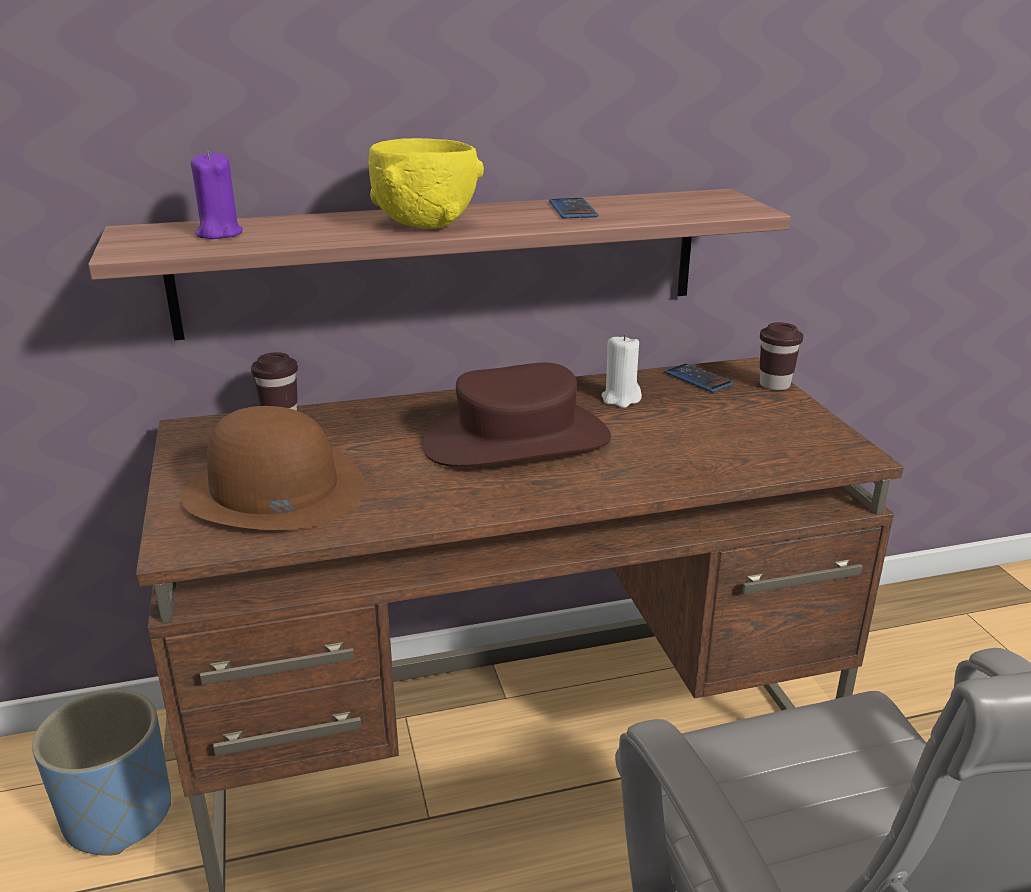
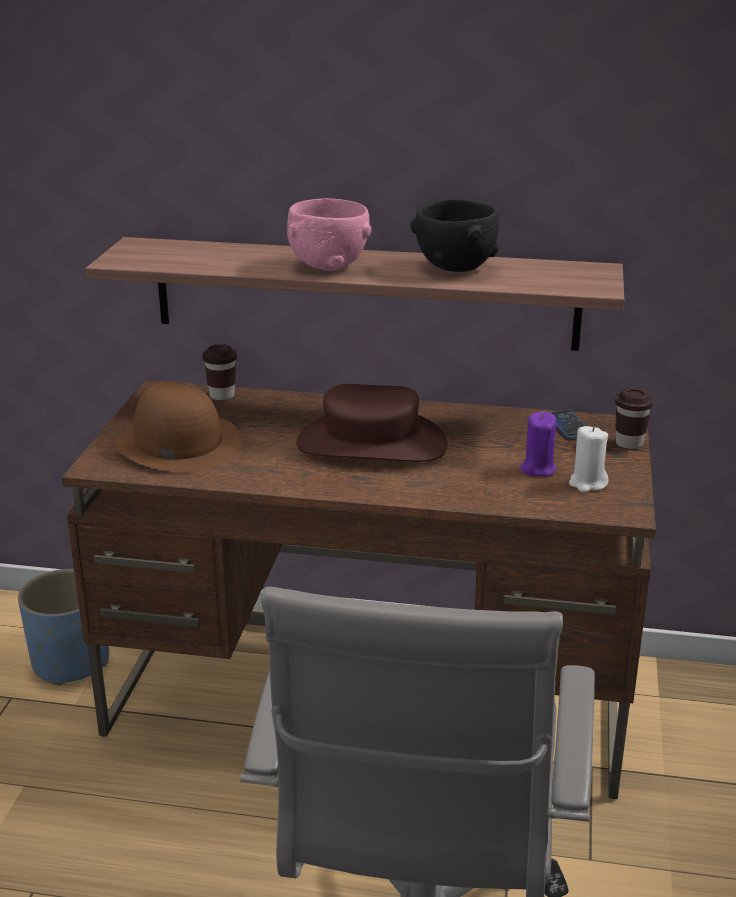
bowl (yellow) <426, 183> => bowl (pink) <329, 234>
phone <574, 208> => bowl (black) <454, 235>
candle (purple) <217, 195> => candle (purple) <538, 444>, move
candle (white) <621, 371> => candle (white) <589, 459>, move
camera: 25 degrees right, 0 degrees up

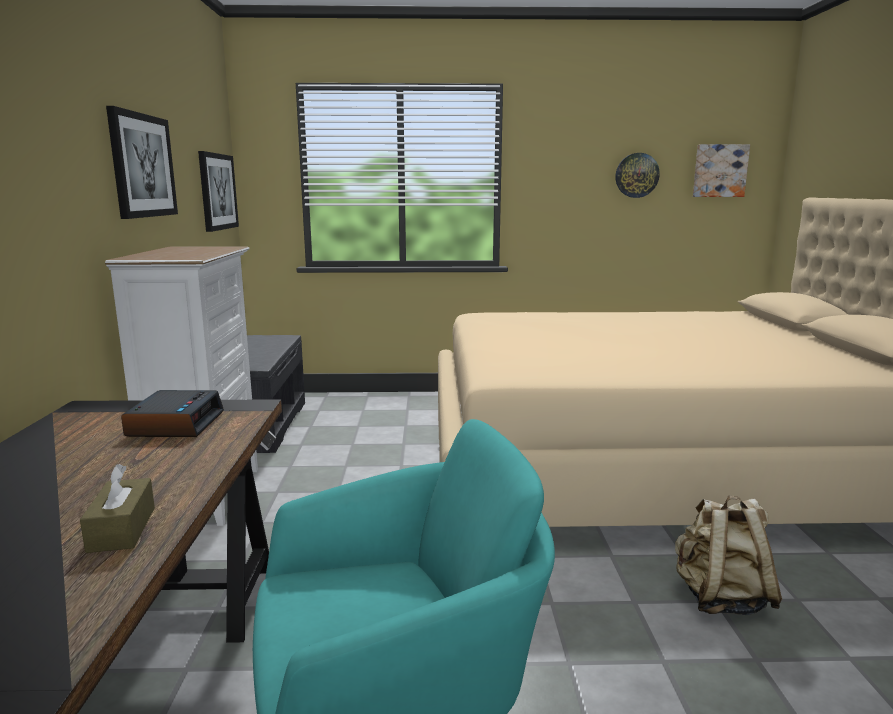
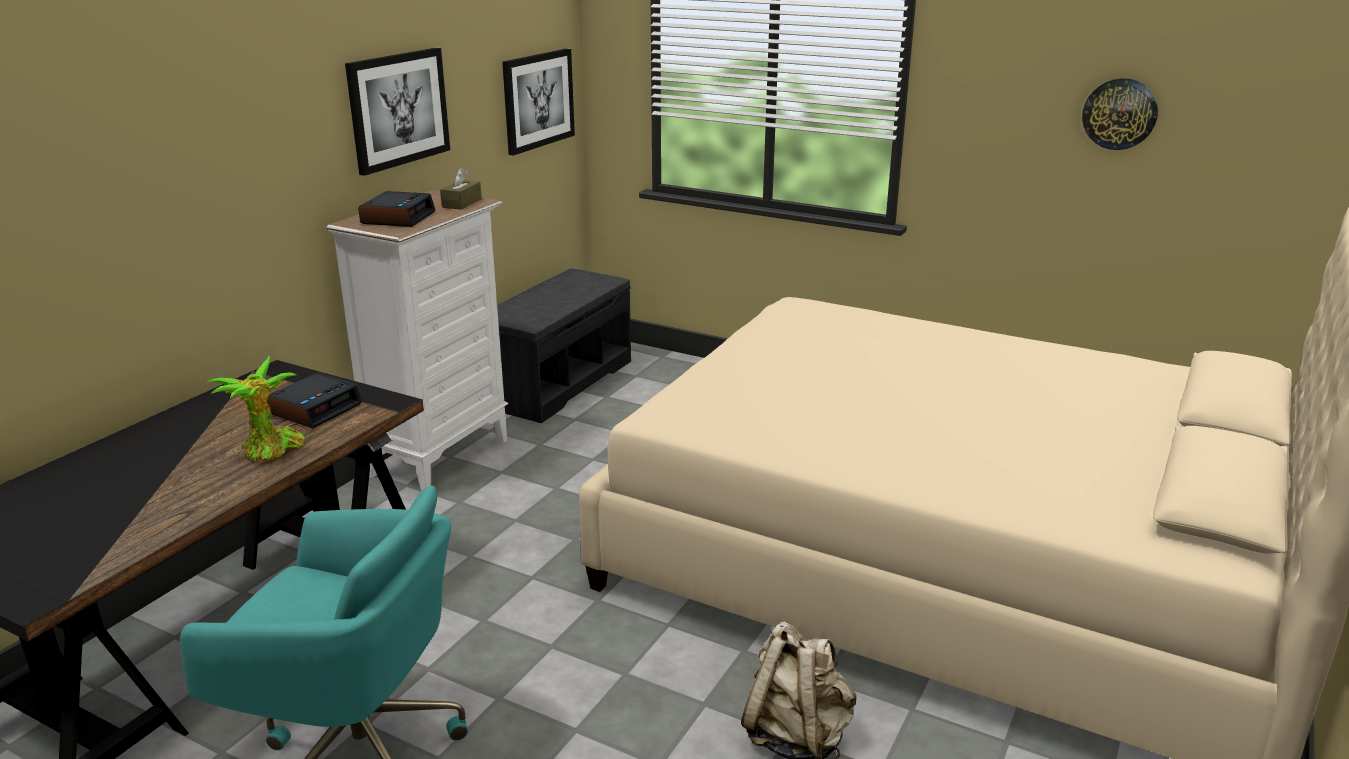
nothing => potted plant <255, 409>
nothing => alarm clock <396, 209>
tissue box (brown) <117, 508> => tissue box (brown) <461, 189>, move
picture <721, 170> => nothing
camera: 30 degrees right, 10 degrees up

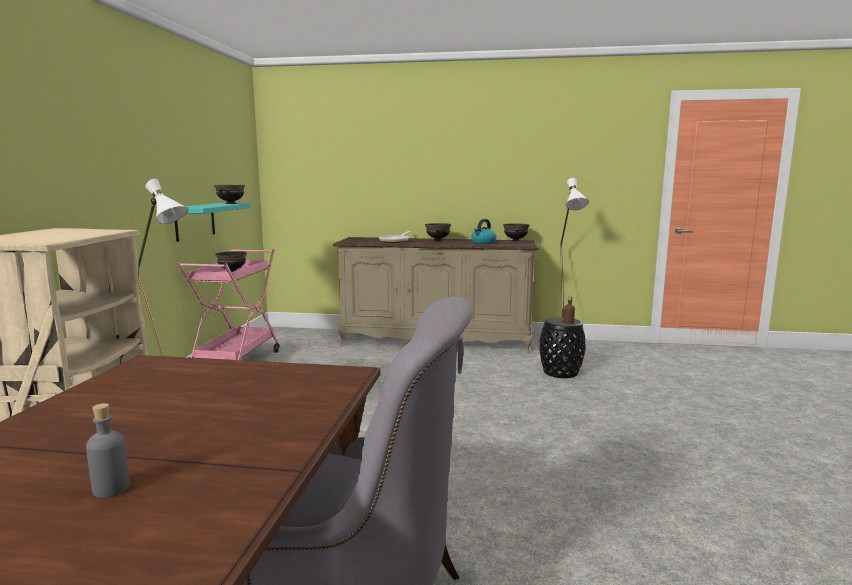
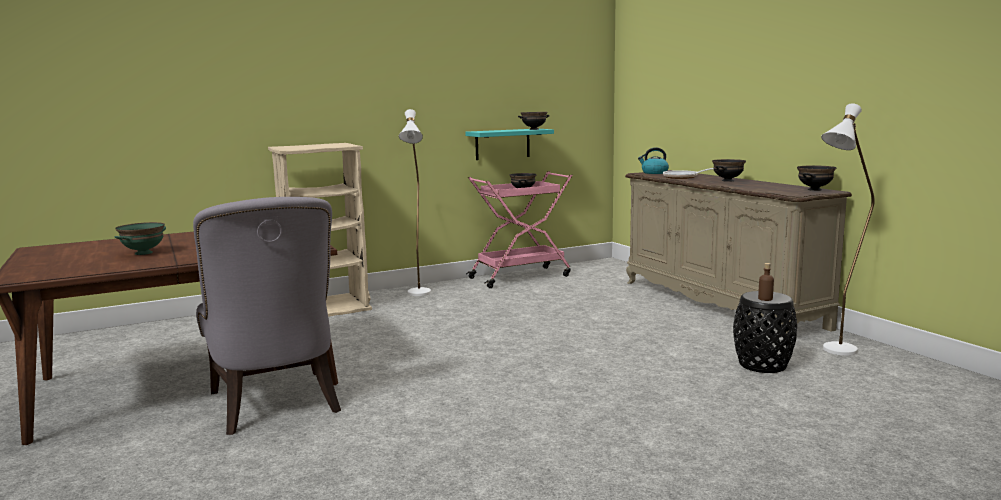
bottle (grey) <108, 450> => bowl (green) <140, 238>
kettle <484, 231> => kettle <653, 160>, move
camera: 55 degrees right, 0 degrees up

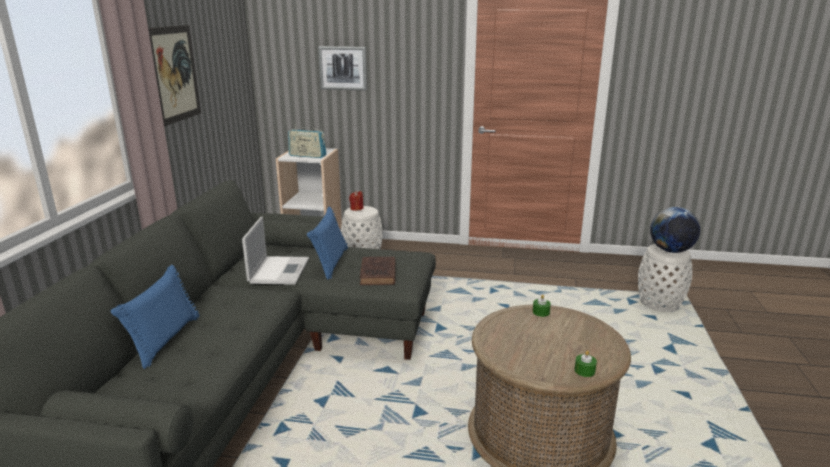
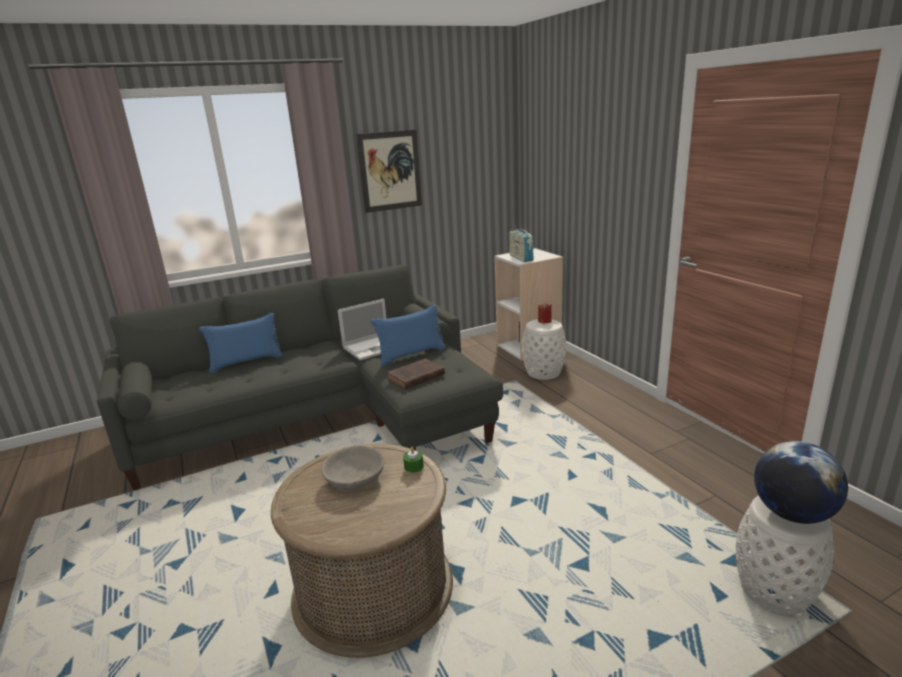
nothing => bowl (grey) <352, 468>
picture <342, 68> => nothing
candle (green) <586, 364> => nothing
camera: 55 degrees right, 0 degrees up

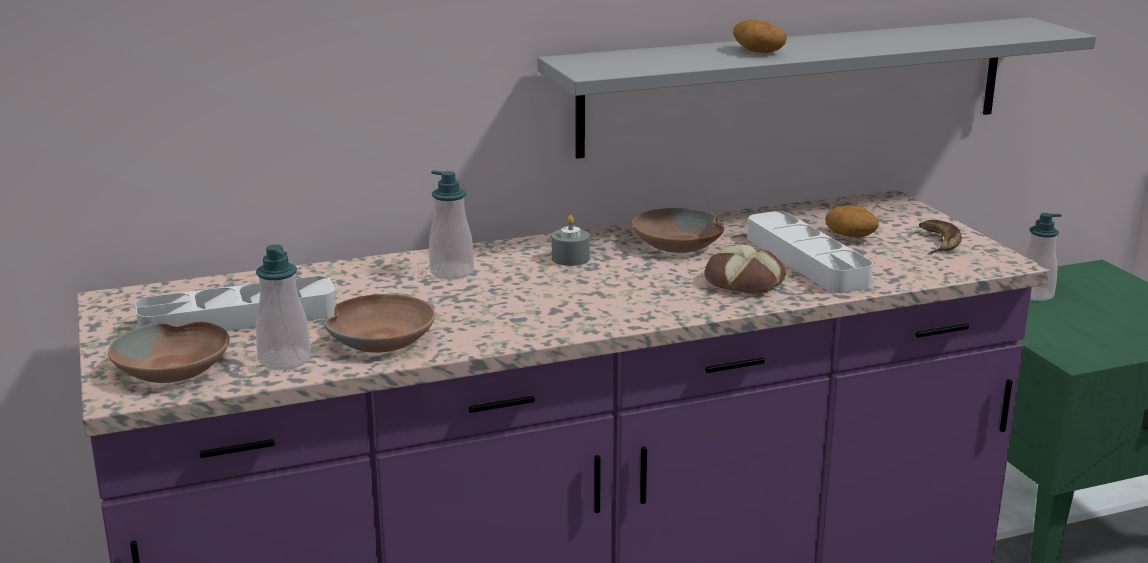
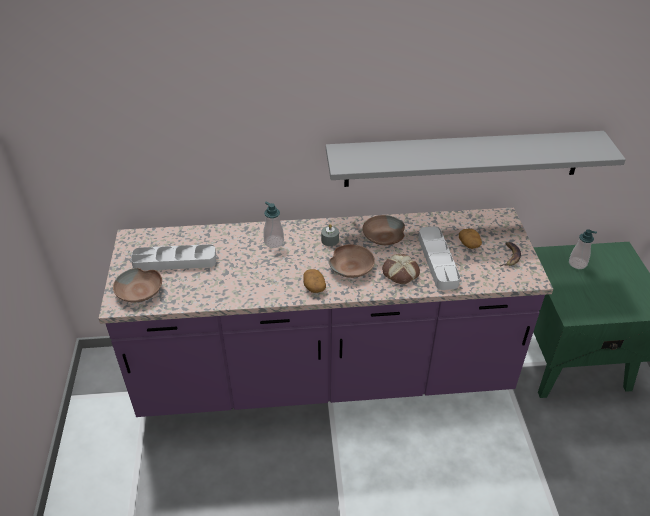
potato <760, 36> => potato <314, 281>, move
bowl (brown) <379, 323> => bowl (brown) <351, 261>, move
soap dispenser <283, 307> => nothing
camera: 15 degrees right, 20 degrees up

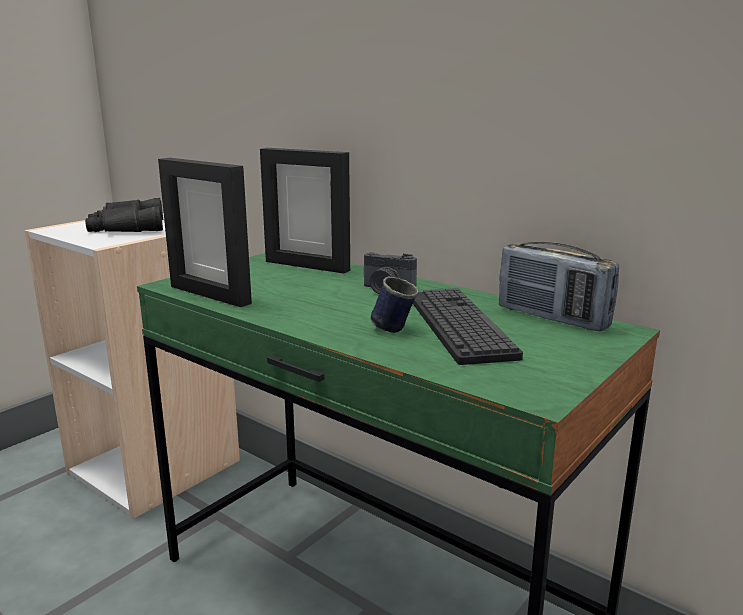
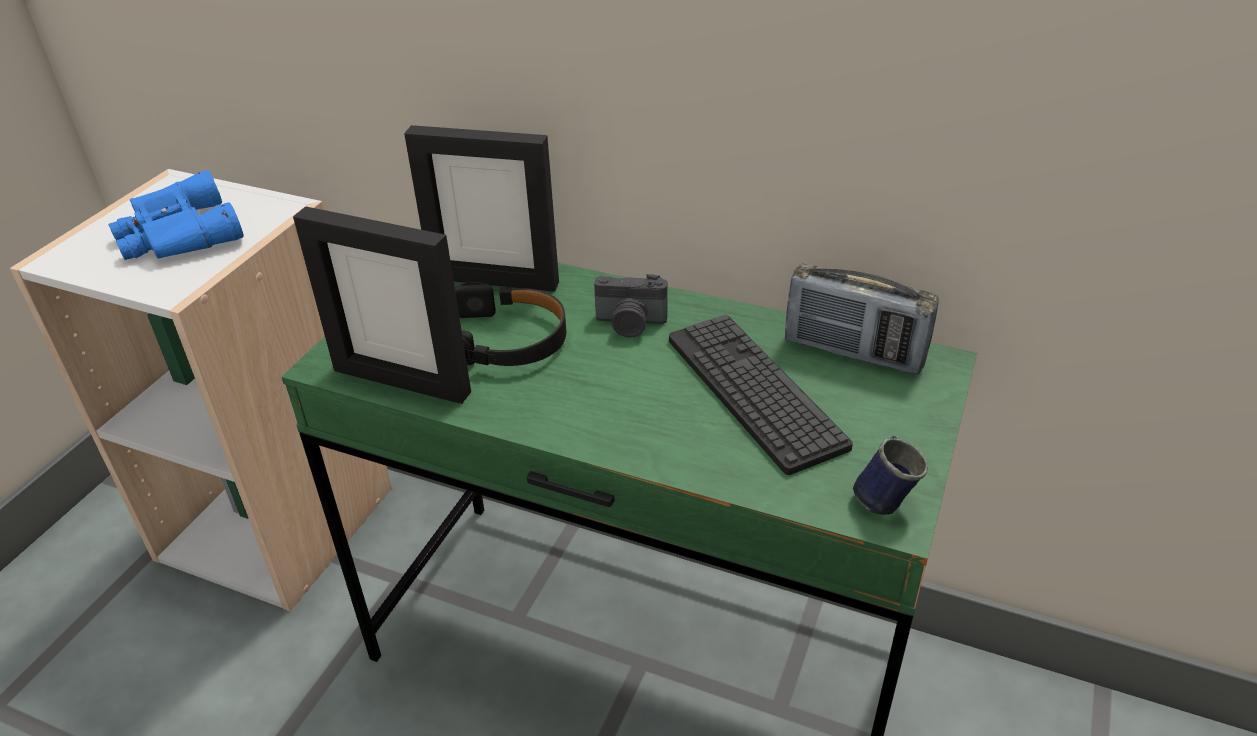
binoculars (black) <124, 215> => binoculars (blue) <176, 215>
nothing => headphones (black) <510, 324>
mug (blue) <394, 305> => mug (blue) <890, 475>, move
camera: 15 degrees left, 20 degrees up

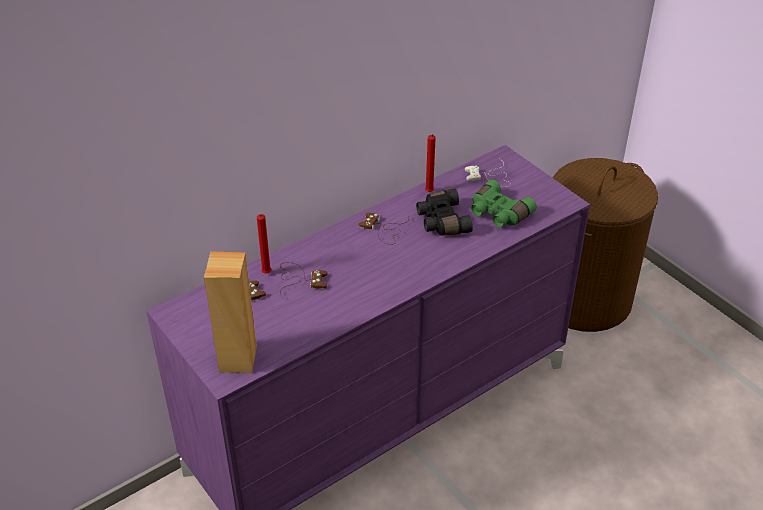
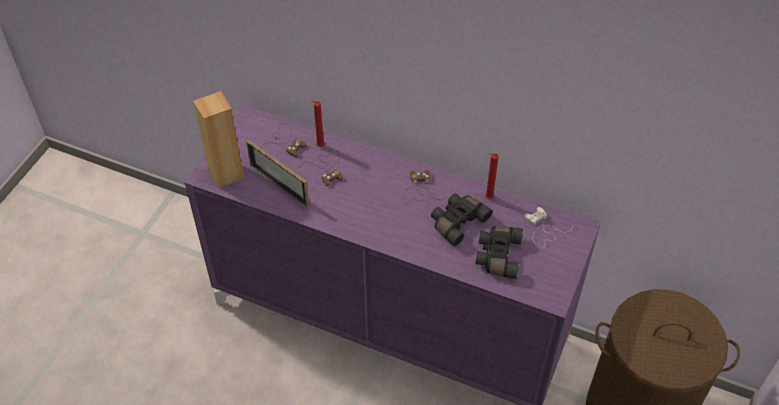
nothing => picture frame <277, 173>
binoculars (green) <504, 203> => binoculars (black) <499, 252>
camera: 60 degrees right, 10 degrees up

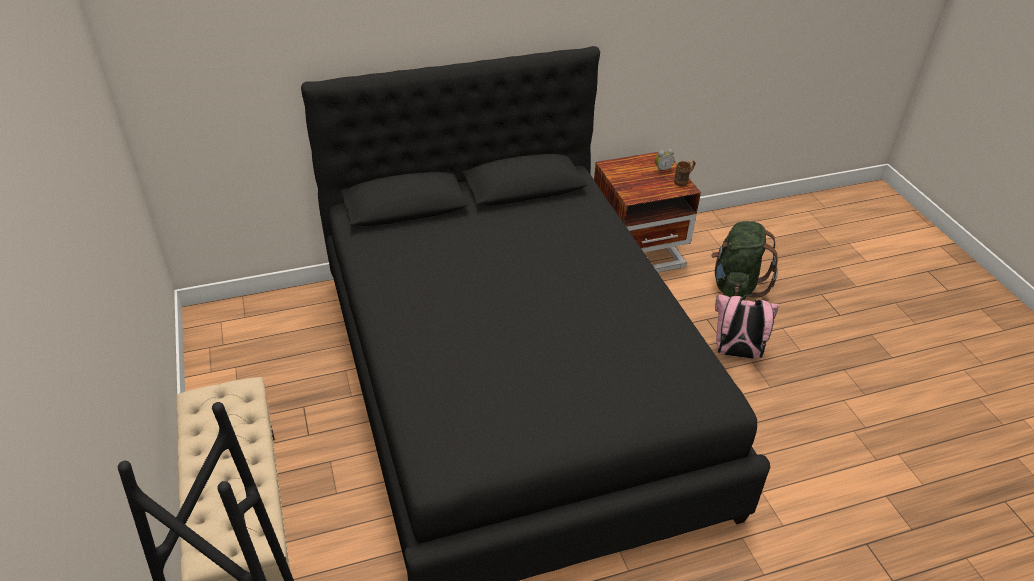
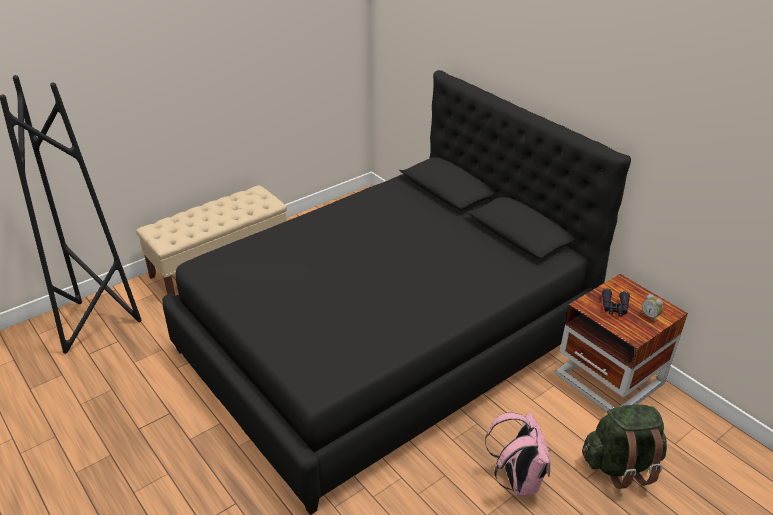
nothing => binoculars (black) <616, 302>
mug (brown) <685, 173> => nothing
camera: 70 degrees right, 5 degrees down

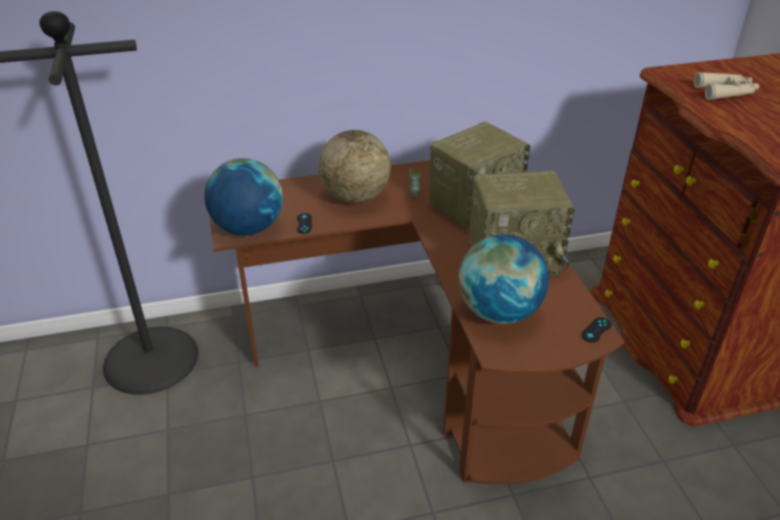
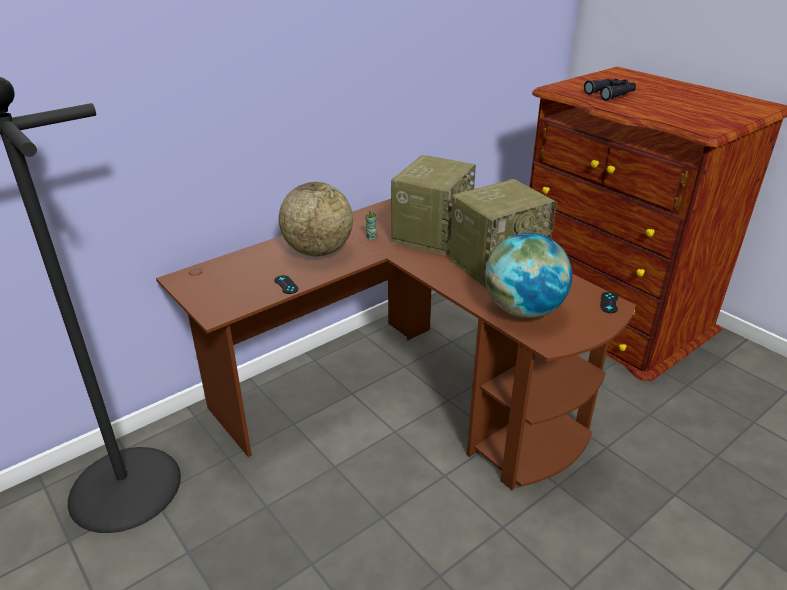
binoculars (beige) <726, 86> => binoculars (black) <610, 89>
globe <243, 196> => nothing
camera: 25 degrees left, 5 degrees down

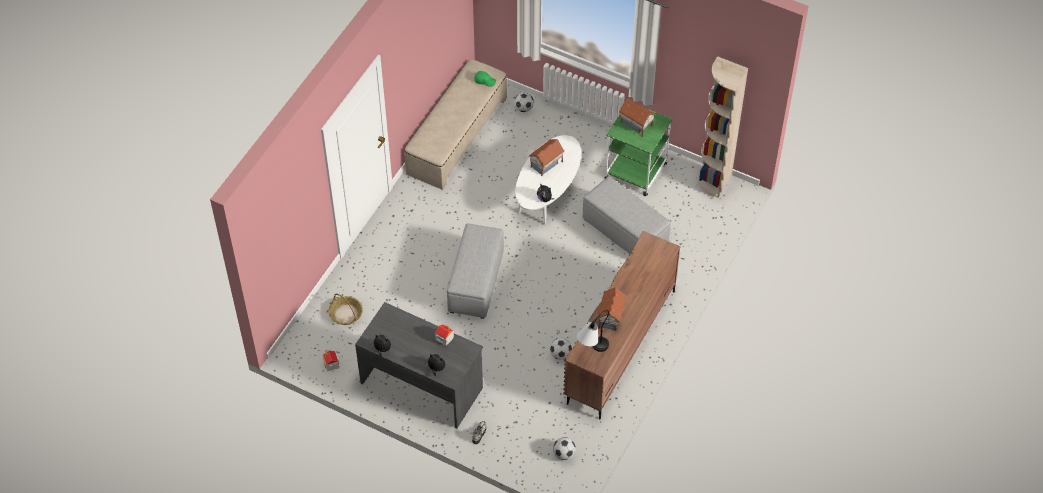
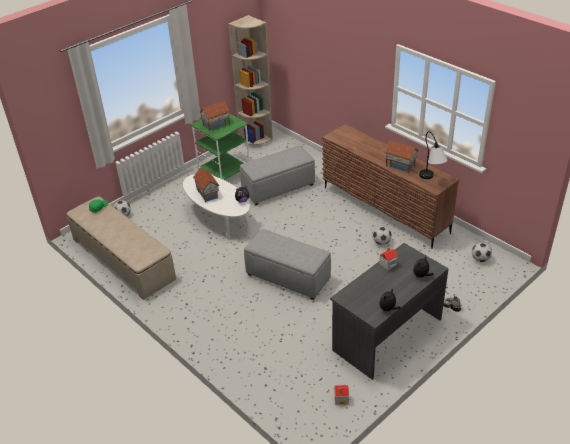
basket <345, 309> => nothing
camera: 70 degrees left, 15 degrees down

